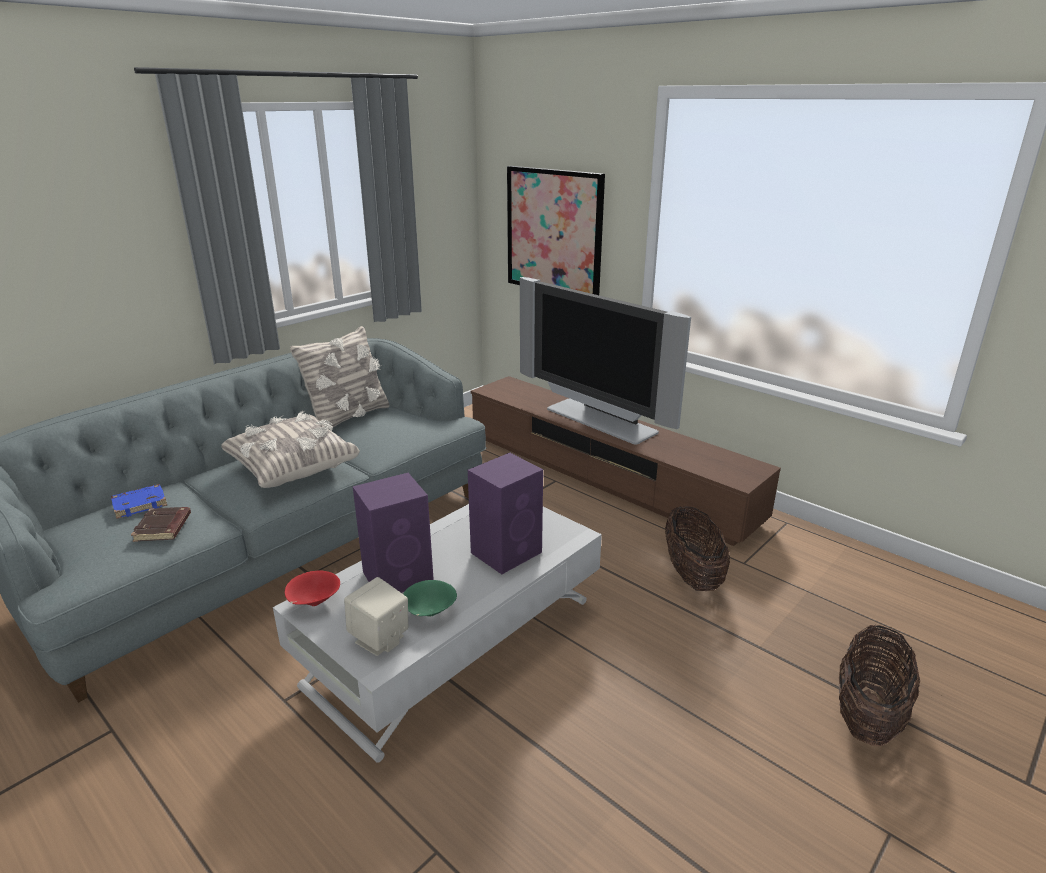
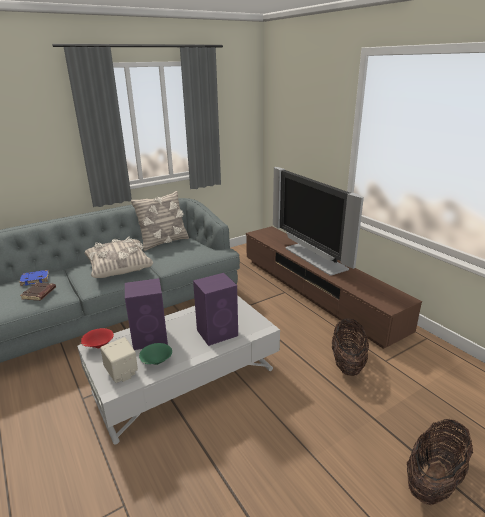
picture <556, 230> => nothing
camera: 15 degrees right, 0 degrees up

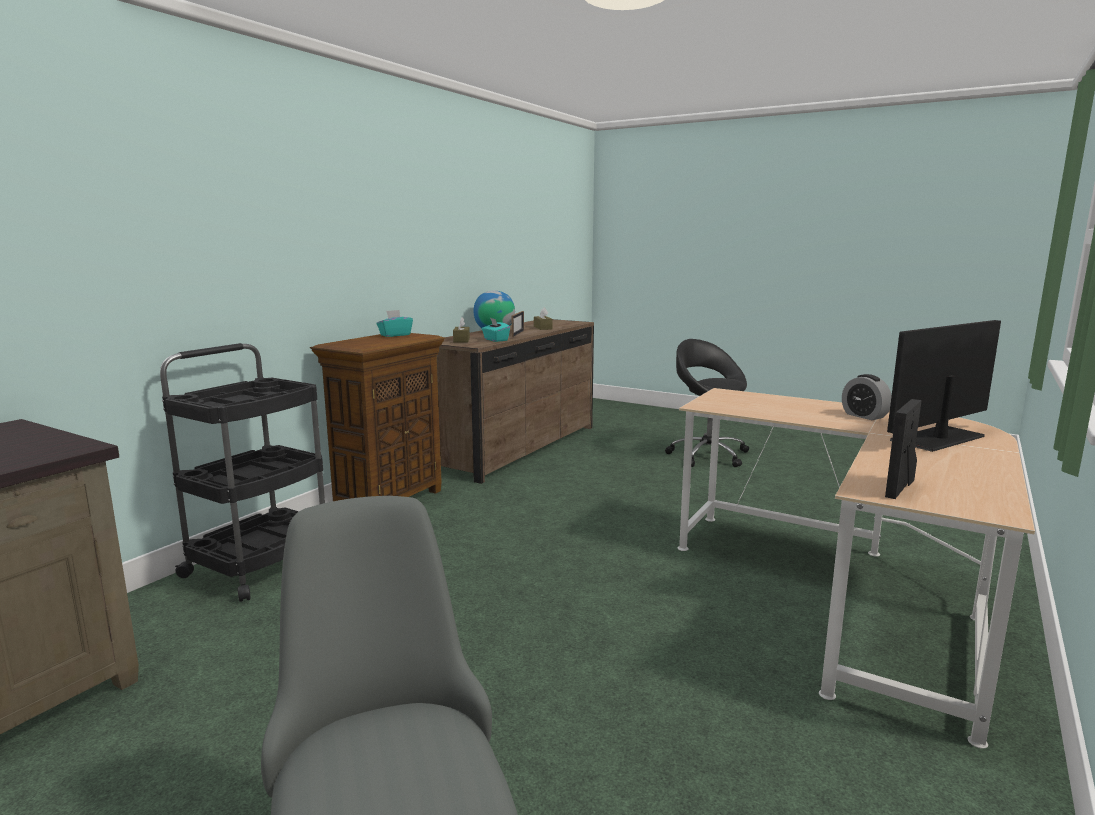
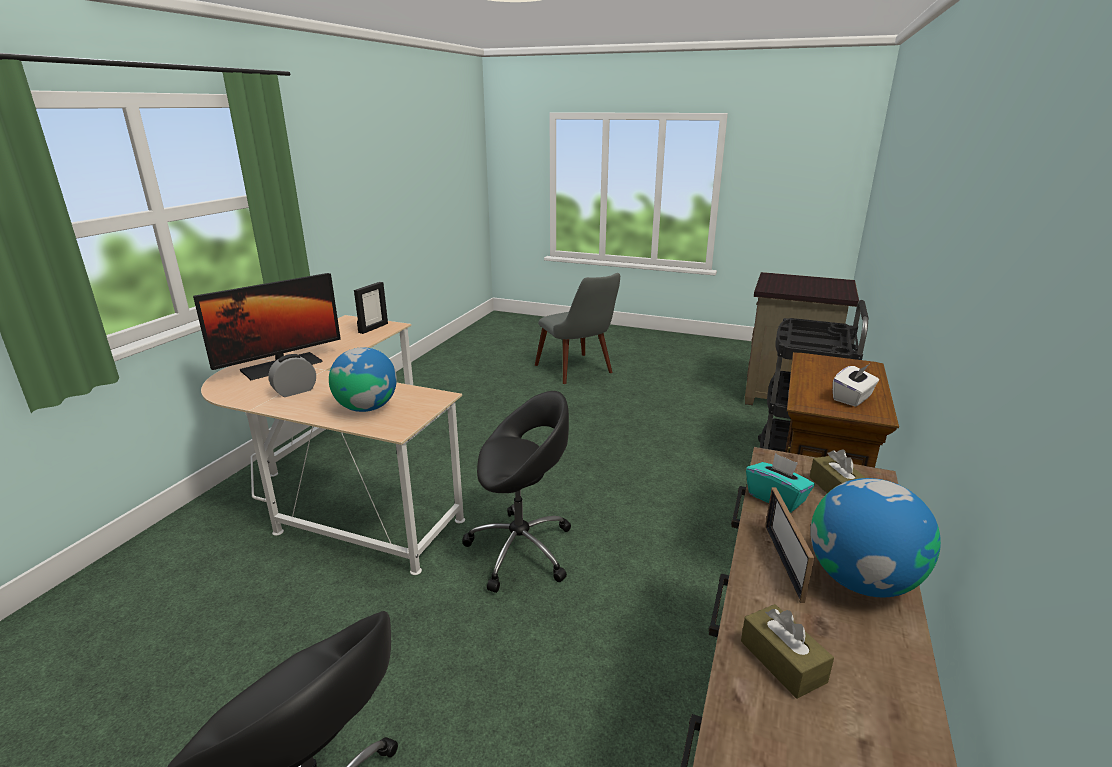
alarm clock <867, 397> => alarm clock <292, 375>, 90 degrees counterclockwise
nothing => globe <363, 379>
nothing => office chair (black) <516, 492>
tissue box (turquoise) <394, 323> => tissue box (white) <856, 385>
camera: 170 degrees right, 10 degrees up

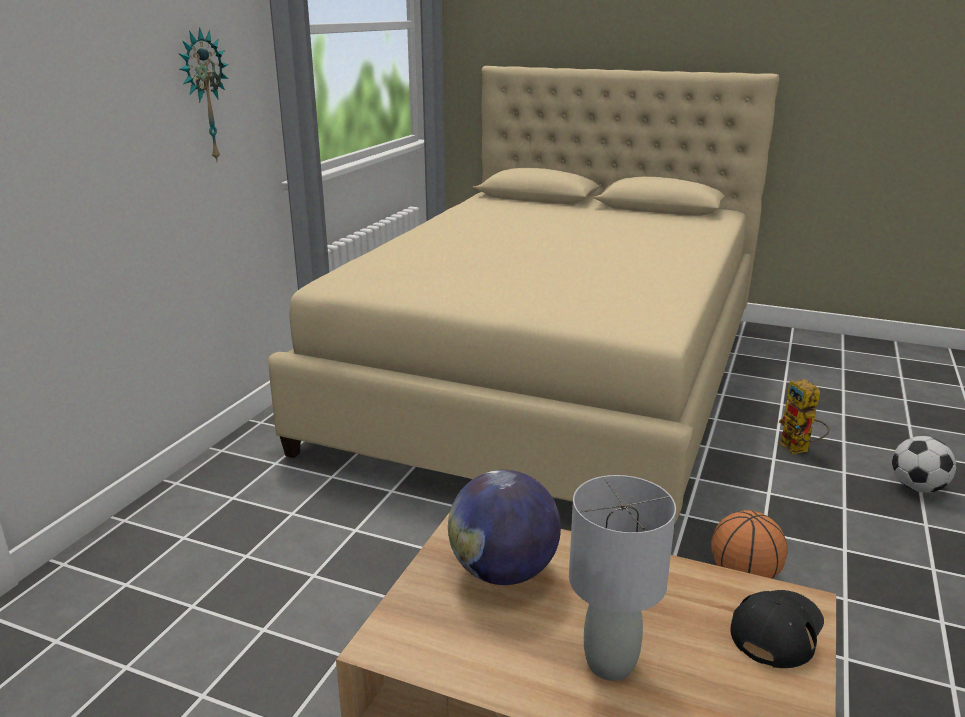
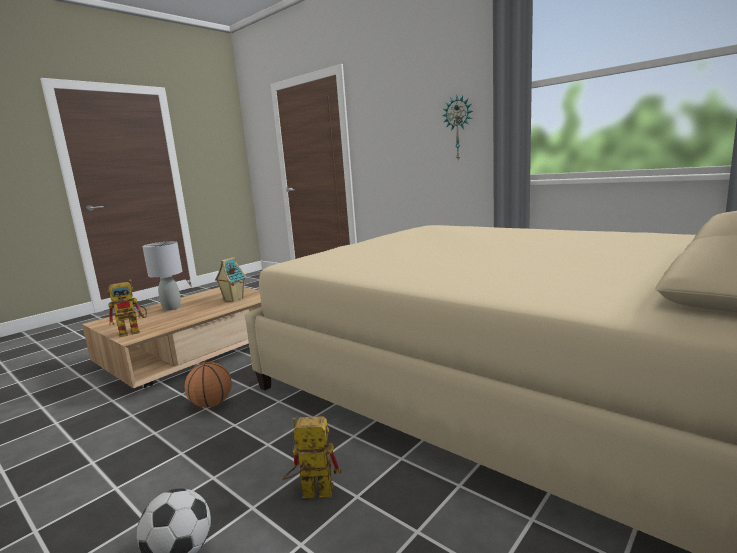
cap (black) <777, 629> => toy robot <127, 308>
globe <504, 527> => toy house <230, 279>
camera: 110 degrees right, 10 degrees down

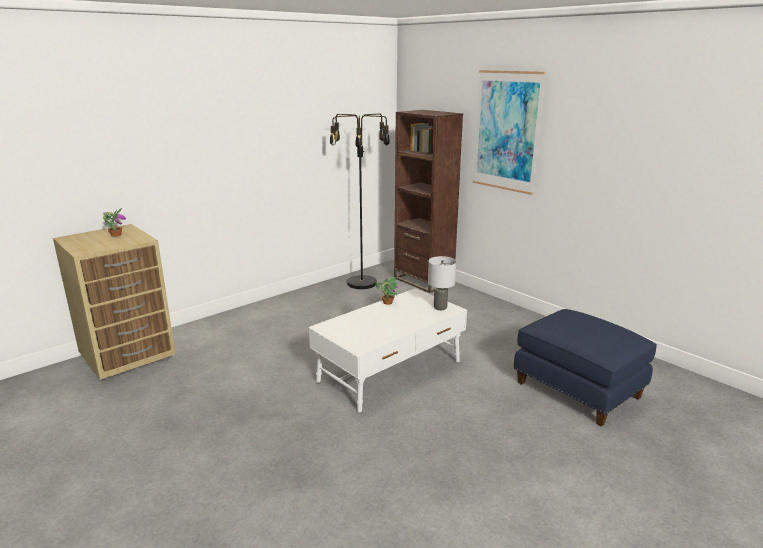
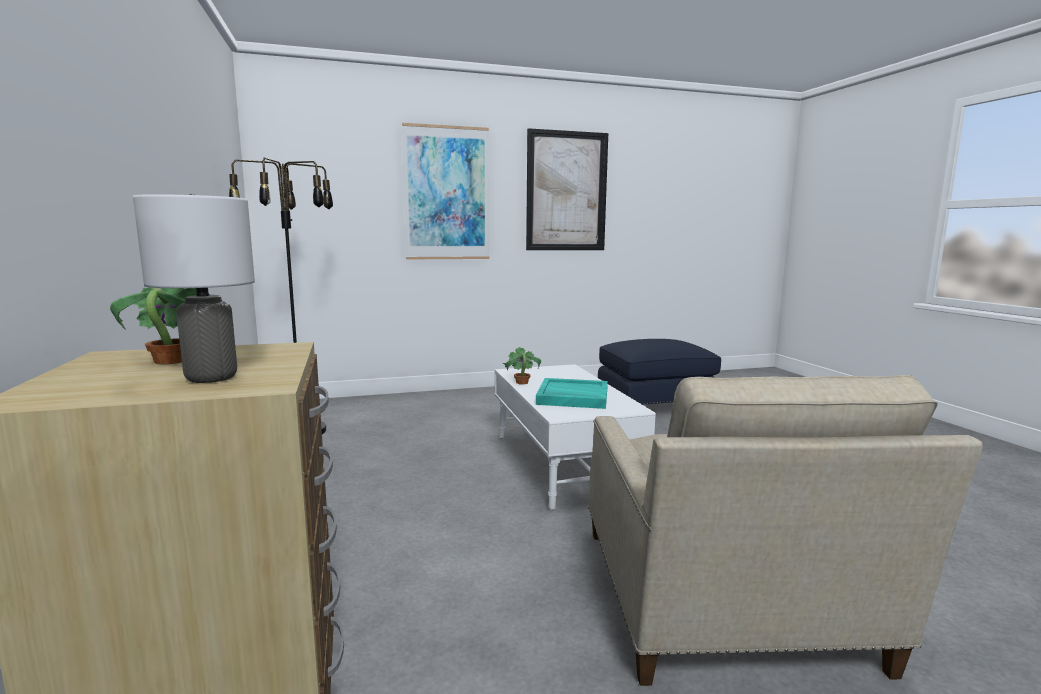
table lamp (white) <442, 283> => table lamp (white) <194, 288>, move
nothing => picture <567, 189>
nothing => tray (turquoise) <572, 393>
nothing => armchair (beige) <785, 530>
bookcase (brown) <428, 201> => nothing
camera: 65 degrees left, 10 degrees down

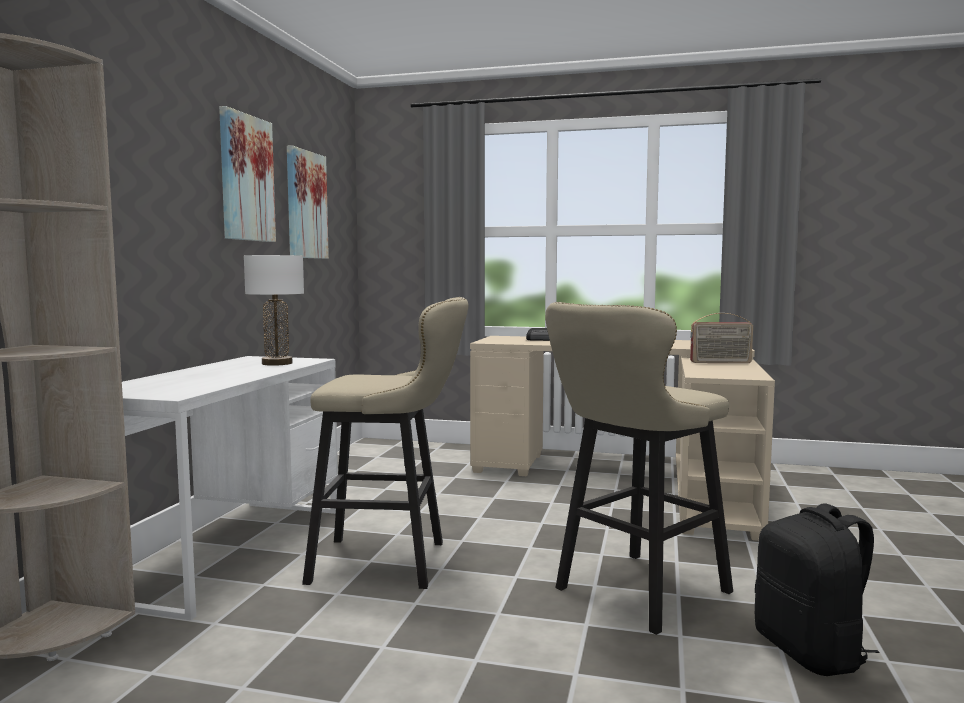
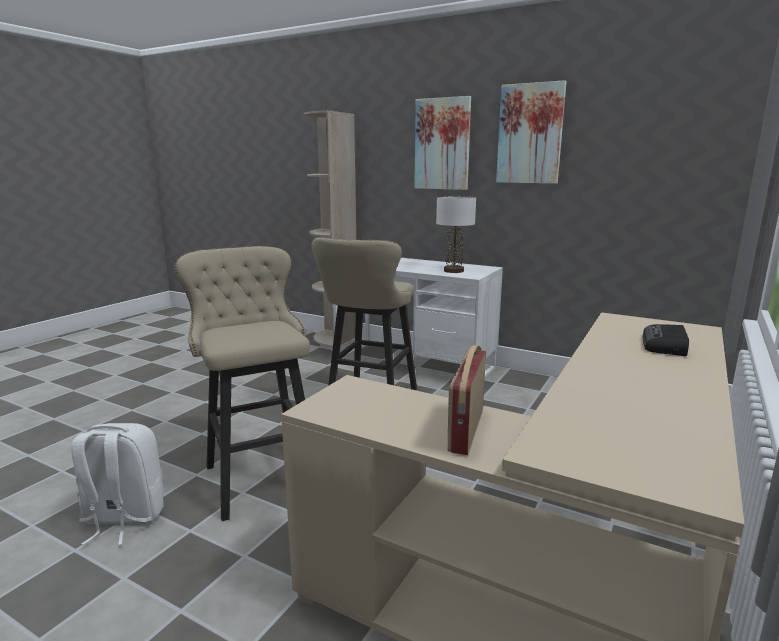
backpack (black) <817, 589> => backpack (white) <117, 484>
picture <308, 202> => picture <442, 143>, move
camera: 105 degrees right, 10 degrees up

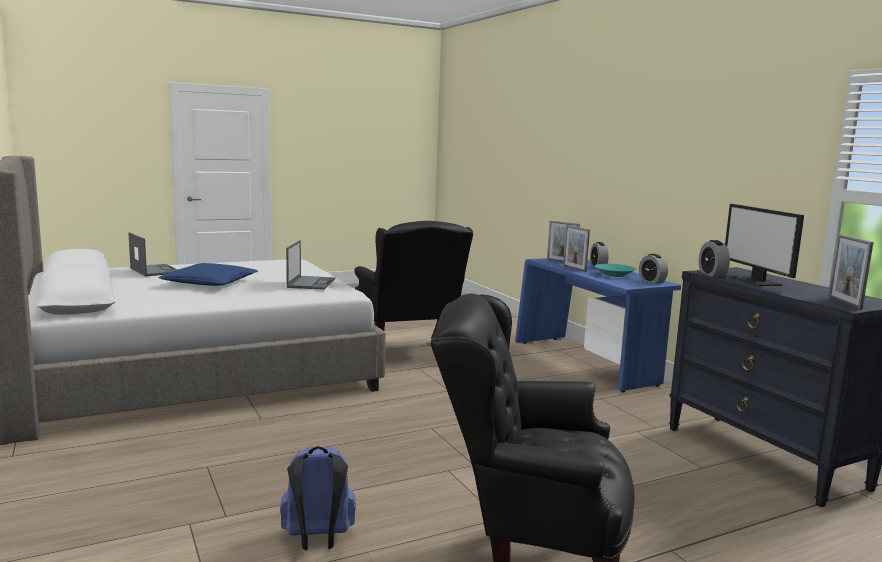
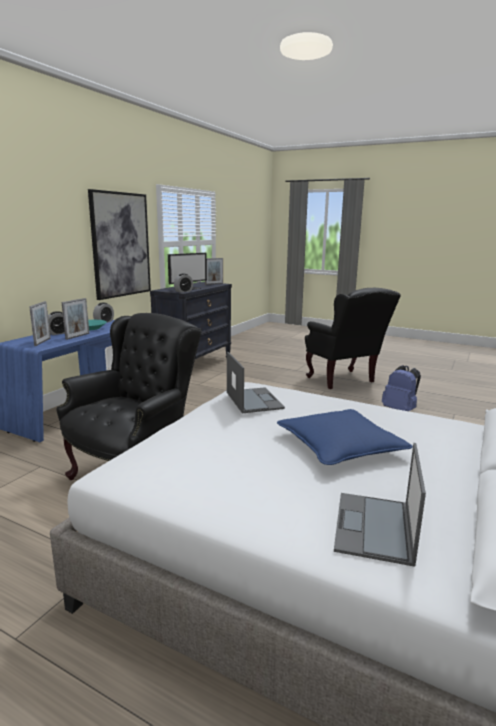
nothing => picture <119, 244>
laptop <310, 265> => laptop <256, 383>, 105 degrees clockwise
camera: 125 degrees left, 5 degrees up

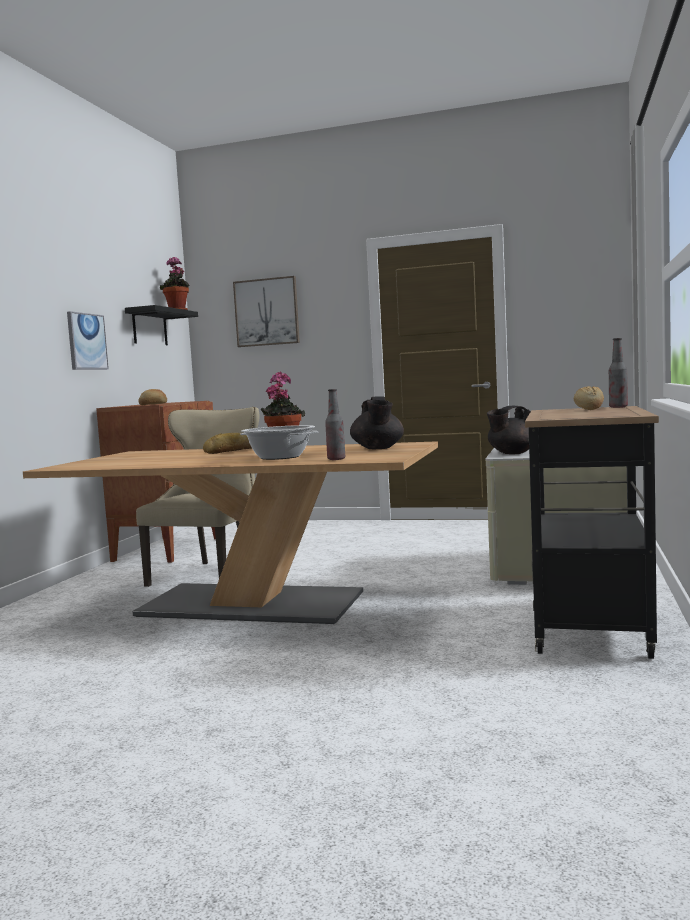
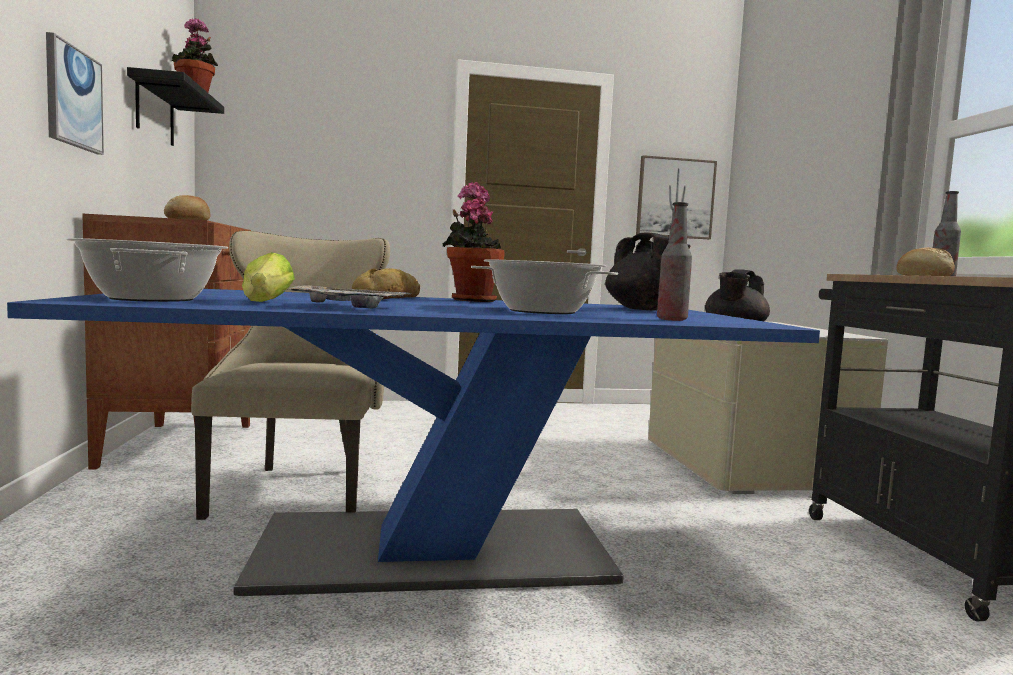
dining table (beige) <230, 532> => dining table (blue) <413, 442>
nothing => cooking pot <147, 270>
nothing => lettuce <268, 277>
nothing => tray <347, 297>
picture <266, 311> => picture <676, 197>, move
camera: 25 degrees left, 0 degrees up

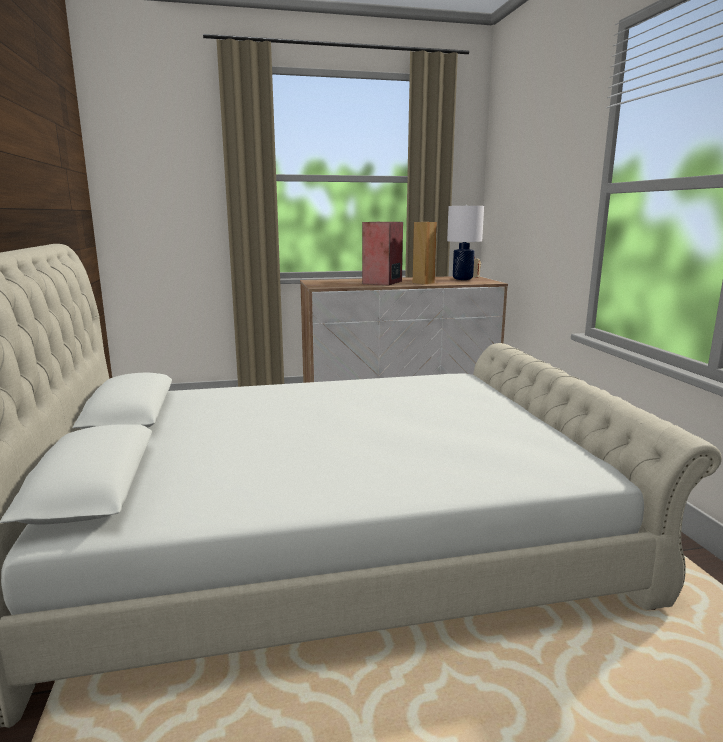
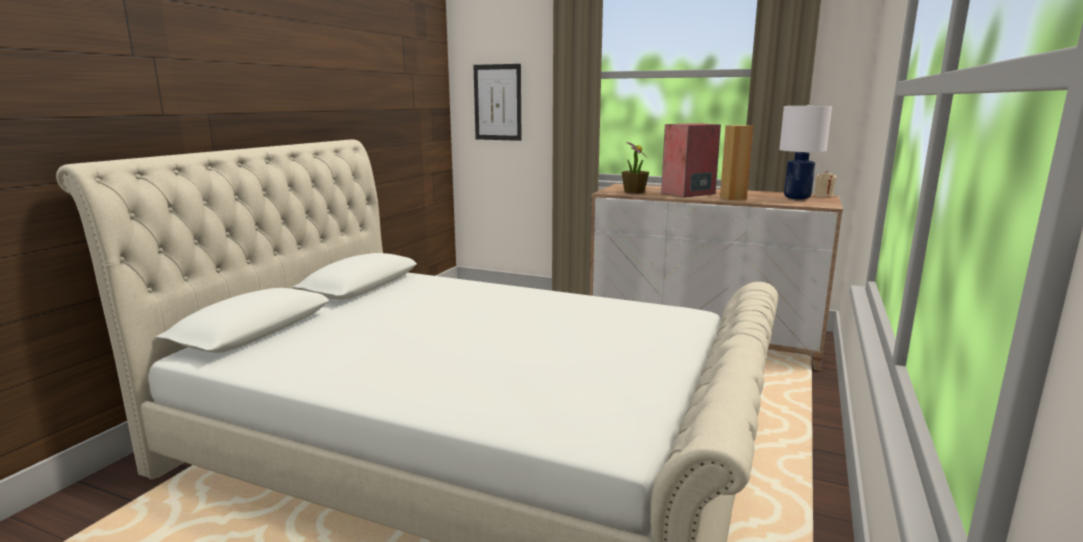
nothing => picture <497, 102>
nothing => potted plant <635, 168>
camera: 35 degrees right, 0 degrees up

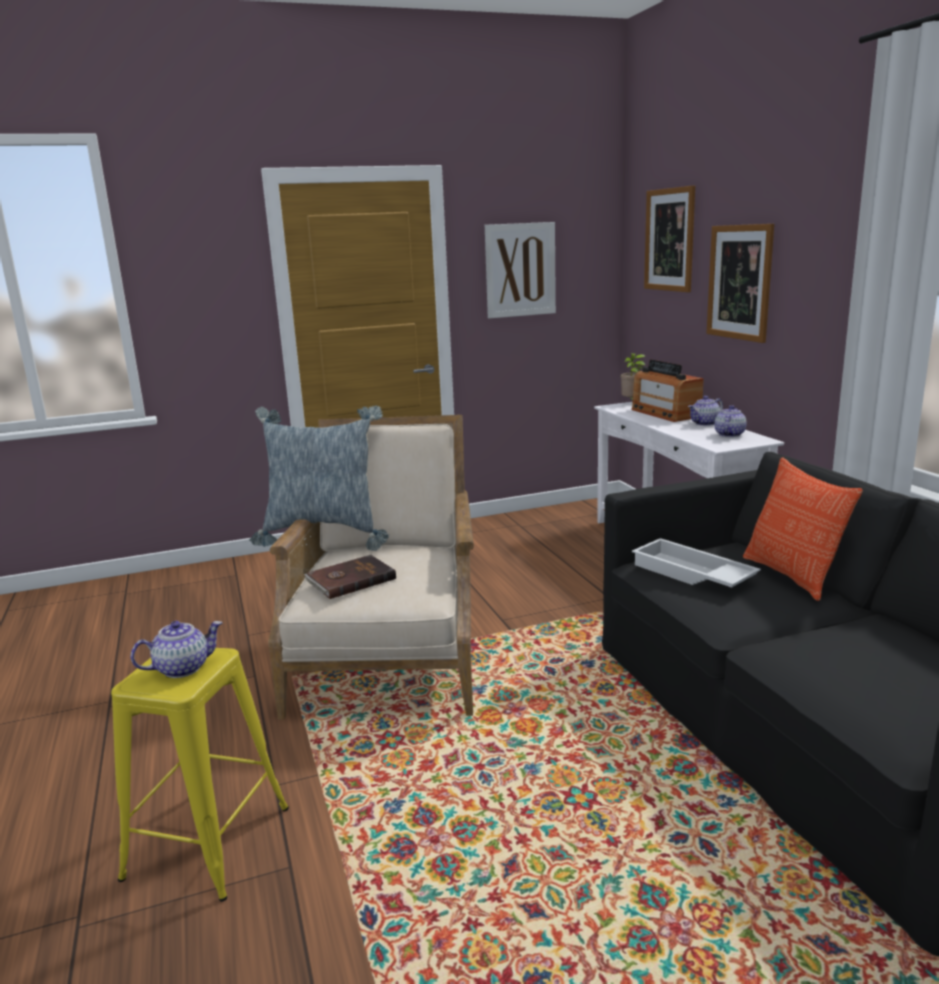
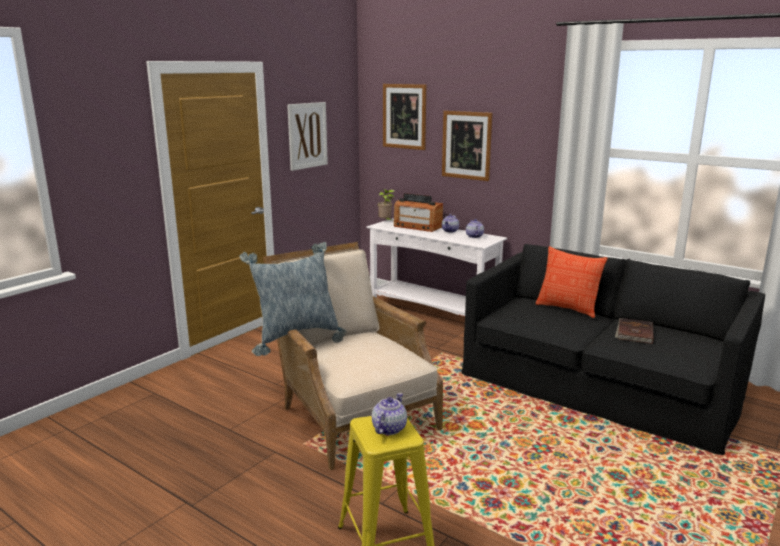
book (brown) <350, 577> => book (brown) <634, 331>, move
tray (white) <696, 563> => nothing
camera: 35 degrees left, 0 degrees up

